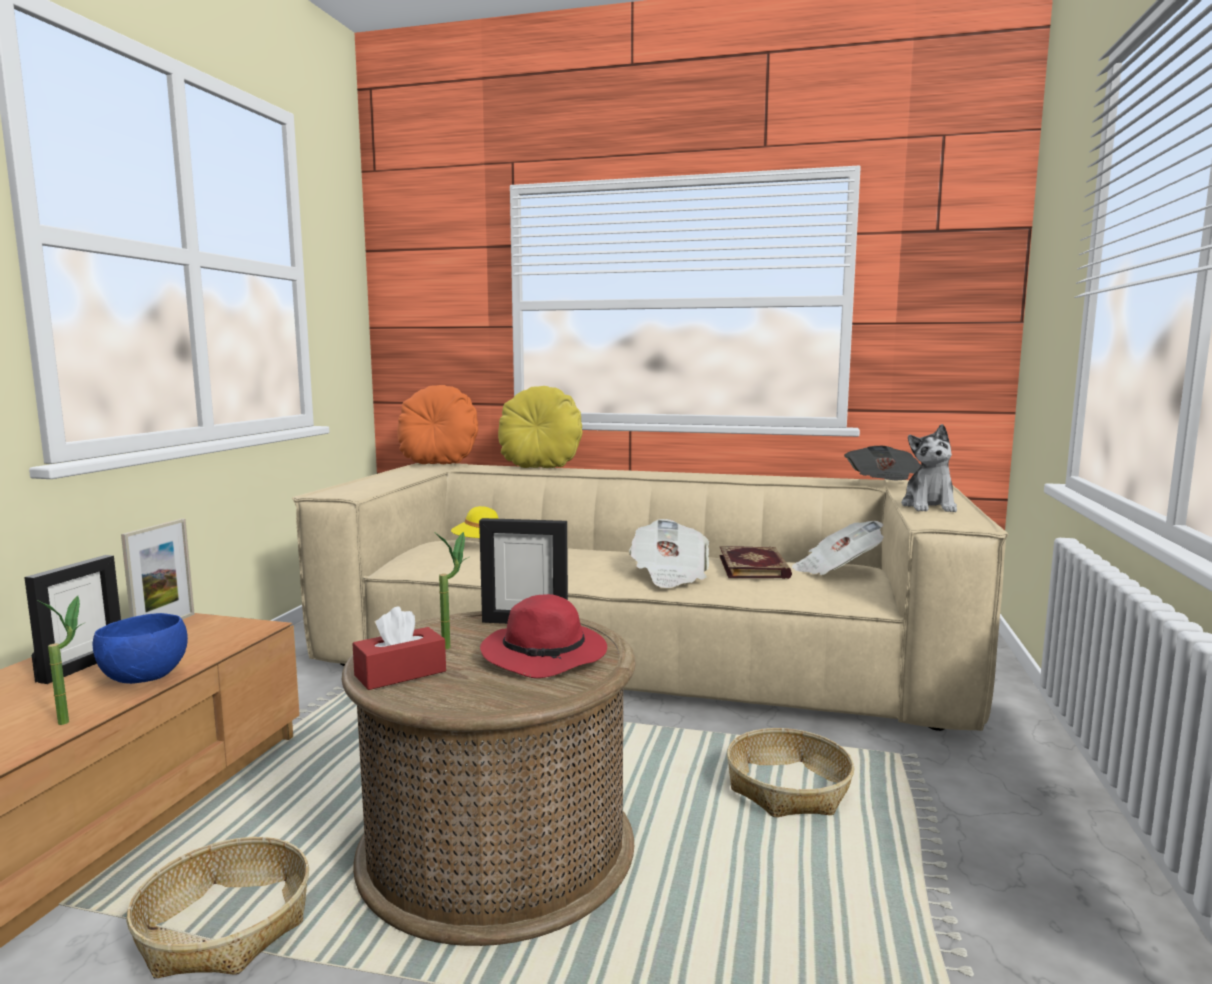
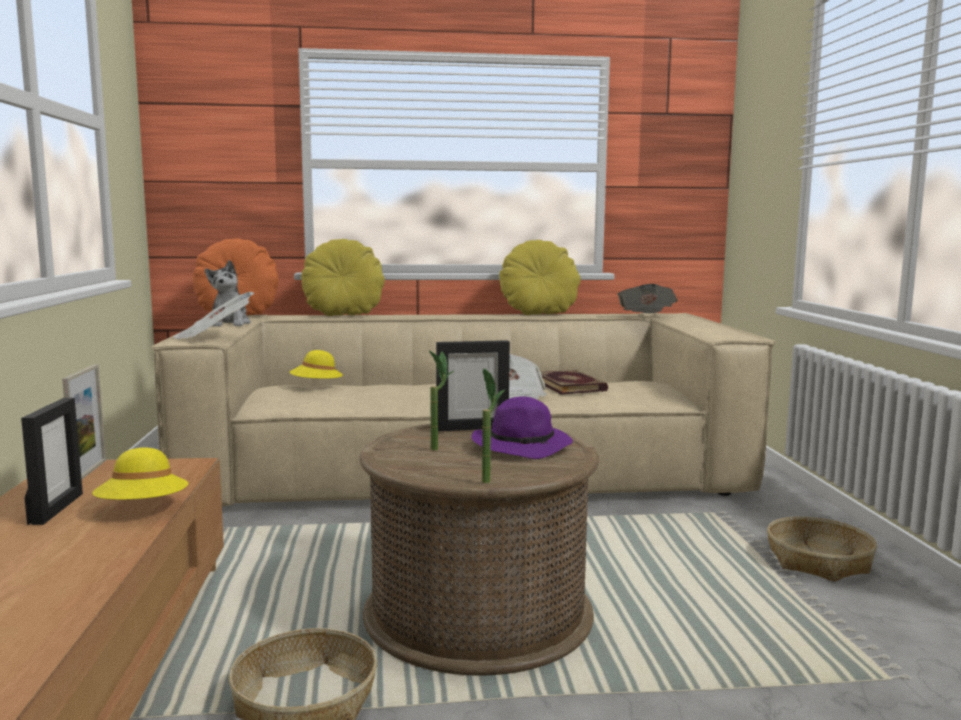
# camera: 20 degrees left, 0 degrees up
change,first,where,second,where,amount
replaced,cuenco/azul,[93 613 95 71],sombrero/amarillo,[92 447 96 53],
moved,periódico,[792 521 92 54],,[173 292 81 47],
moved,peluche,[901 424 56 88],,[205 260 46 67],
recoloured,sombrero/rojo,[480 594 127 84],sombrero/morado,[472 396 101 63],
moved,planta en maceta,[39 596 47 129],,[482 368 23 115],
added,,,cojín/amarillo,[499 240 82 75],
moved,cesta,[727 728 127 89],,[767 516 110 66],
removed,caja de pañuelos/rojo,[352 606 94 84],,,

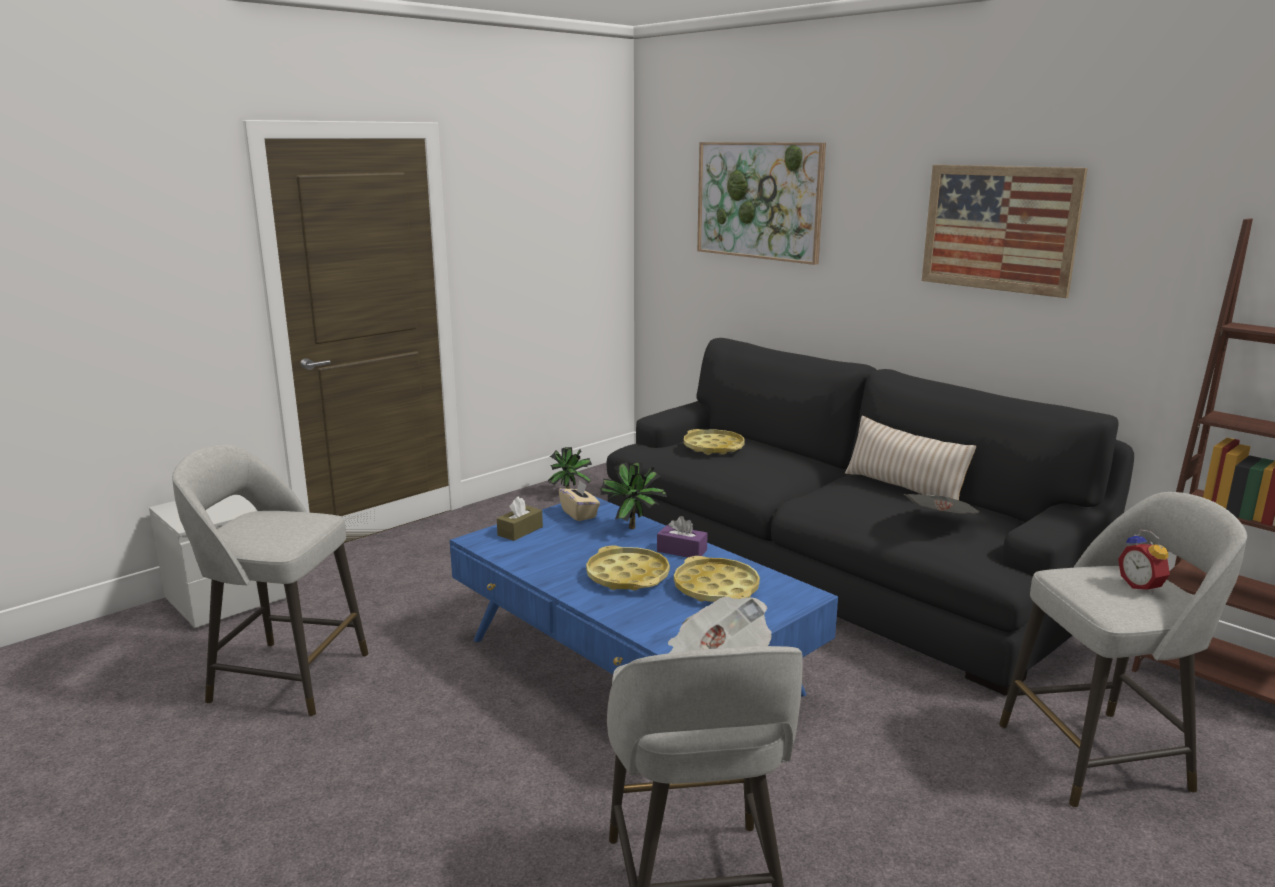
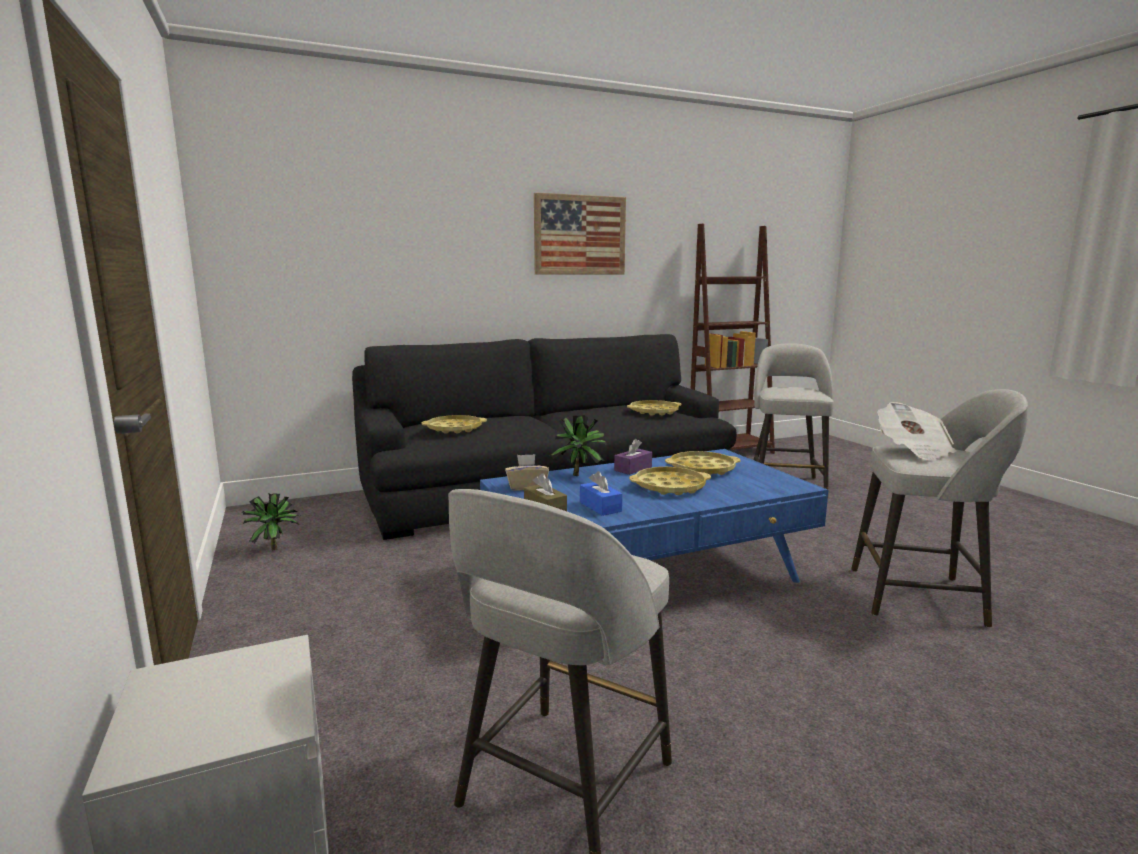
# camera: 70 degrees left, 5 degrees down
change,first,where,second,where,amount
added,,,caja de pañuelos/azul,[580 471 43 45],
replaced,periódico,[903 494 77 20],bandeja/amarillo,[627 400 54 16],
removed,cuadro,[697 142 129 123],,,
removed,cojín/beis,[845 416 131 84],,,
removed,despertador,[1118 530 52 64],,,

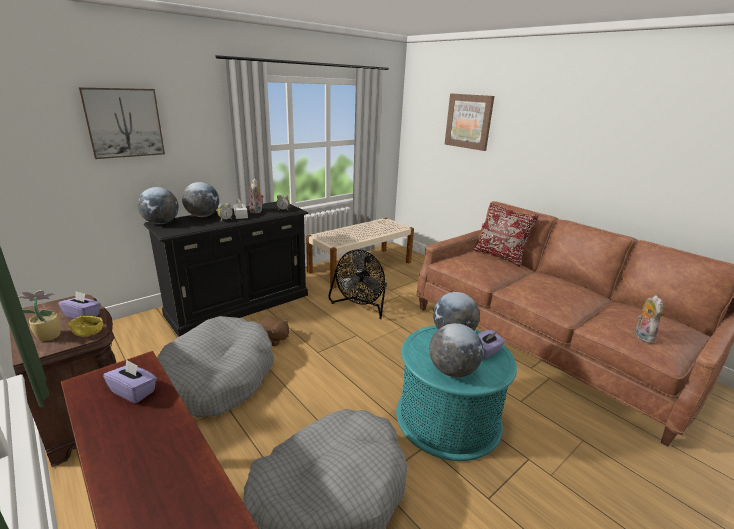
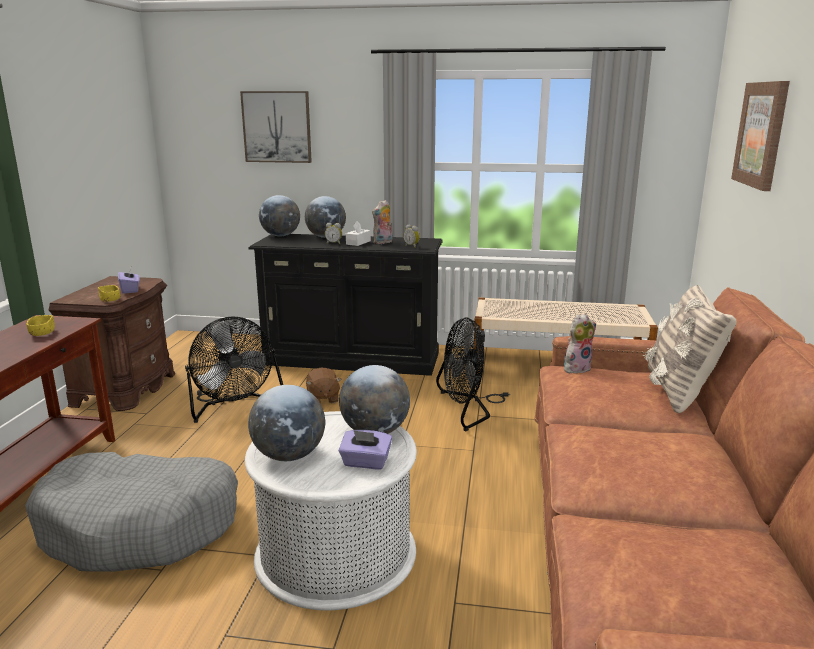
# camera: 50 degrees right, 5 degrees down
change,first,where,second,where,amount
replaced,caja de pañuelos/morado,[103 359 54 45],cuenco/amarillo,[26 315 29 21],
replaced,cama para perro/gris,[157 316 117 101],ventilador/negro,[185 317 98 106],
recoloured,mesa de centro/turquesa,[396 325 121 136],mesa de centro/blanco,[245 411 172 199],
moved,peluche,[635 295 28 48],,[564 314 32 59],
recoloured,cojín/rojo,[474 203 65 64],cojín/beis,[643 285 93 128],
removed,planta en maceta,[18 290 43 51],,,

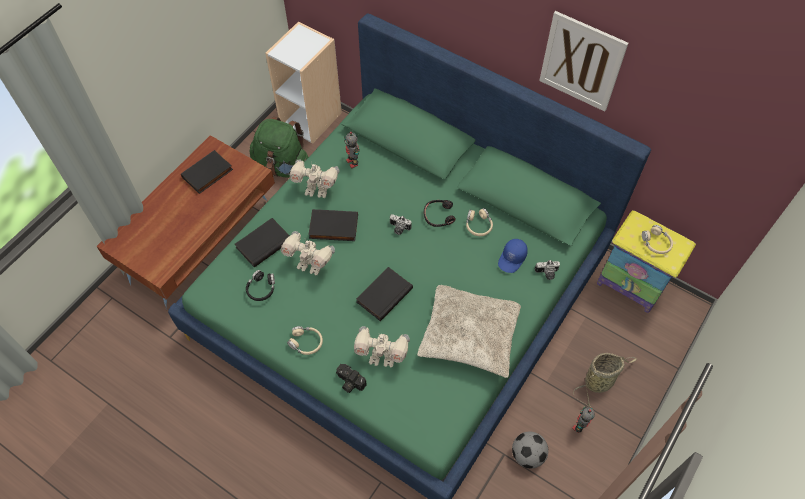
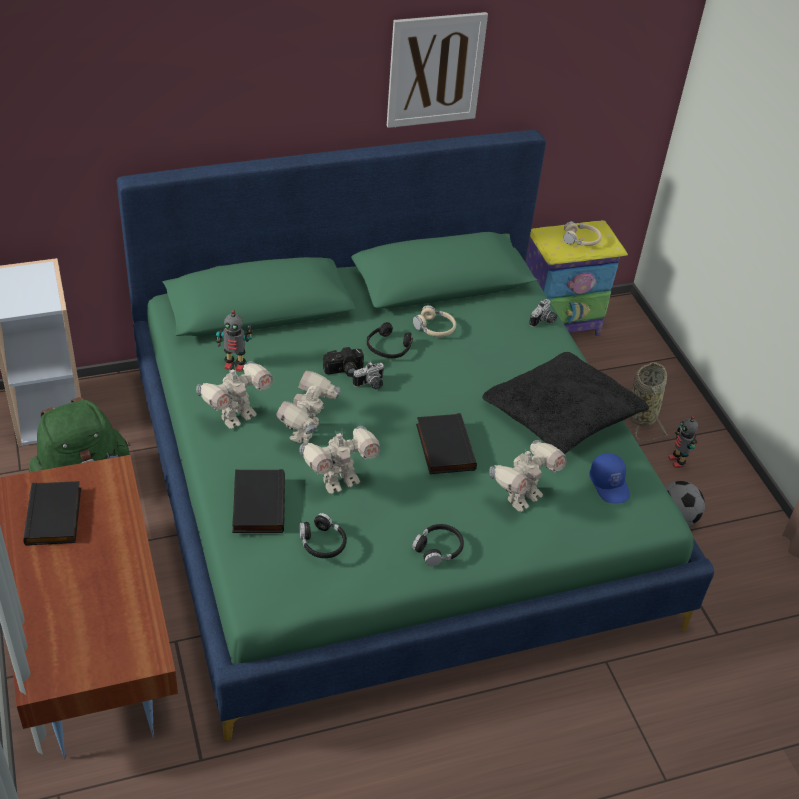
# camera: 55 degrees left, 15 degrees down
change,first,where,second,where,amount
replaced,libro/negro,[308 209 50 32],robot de juguete,[276 371 64 73],
moved,cámara,[336 364 31 29],,[323 347 41 30],
recoloured,auriculares/beis,[287 326 36 29],auriculares/negro,[412 524 52 42],
recoloured,cojín/beis,[417 285 104 93],cojín/negro,[482 352 167 102],
moved,gorra/azul,[498 239 30 34],,[590 453 40 51],

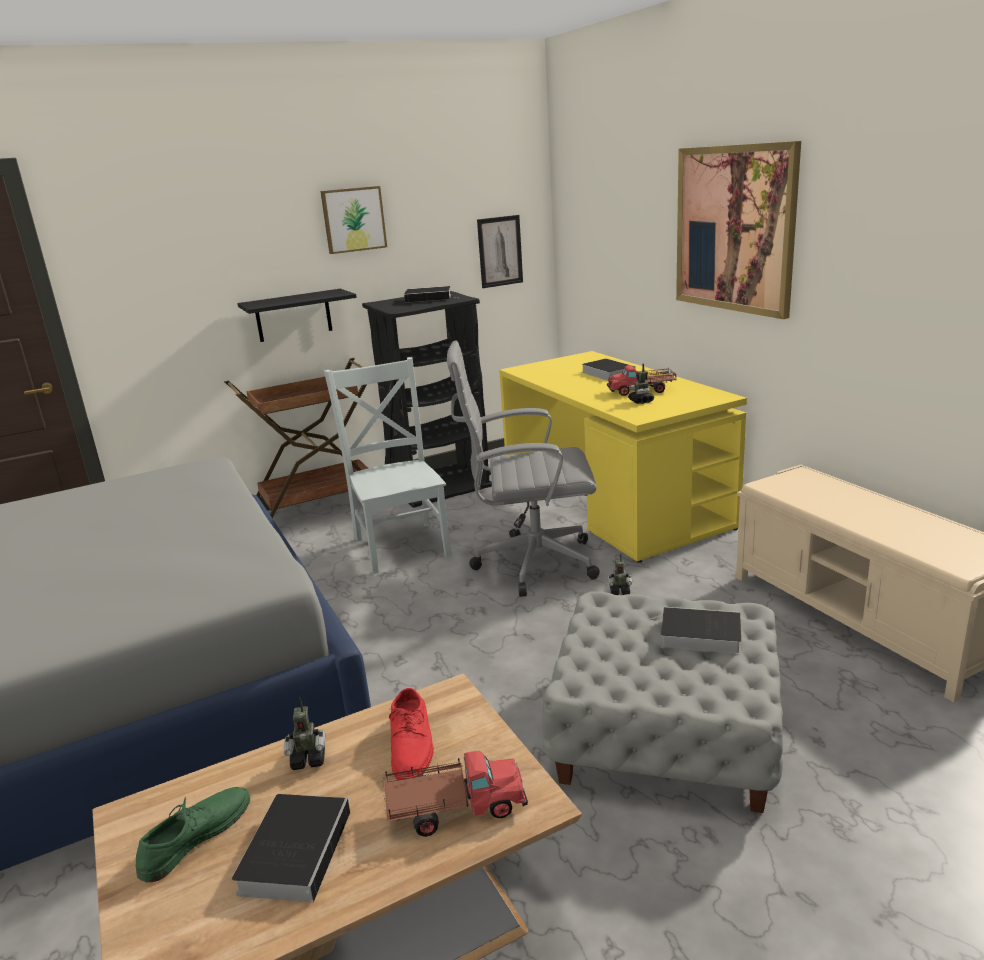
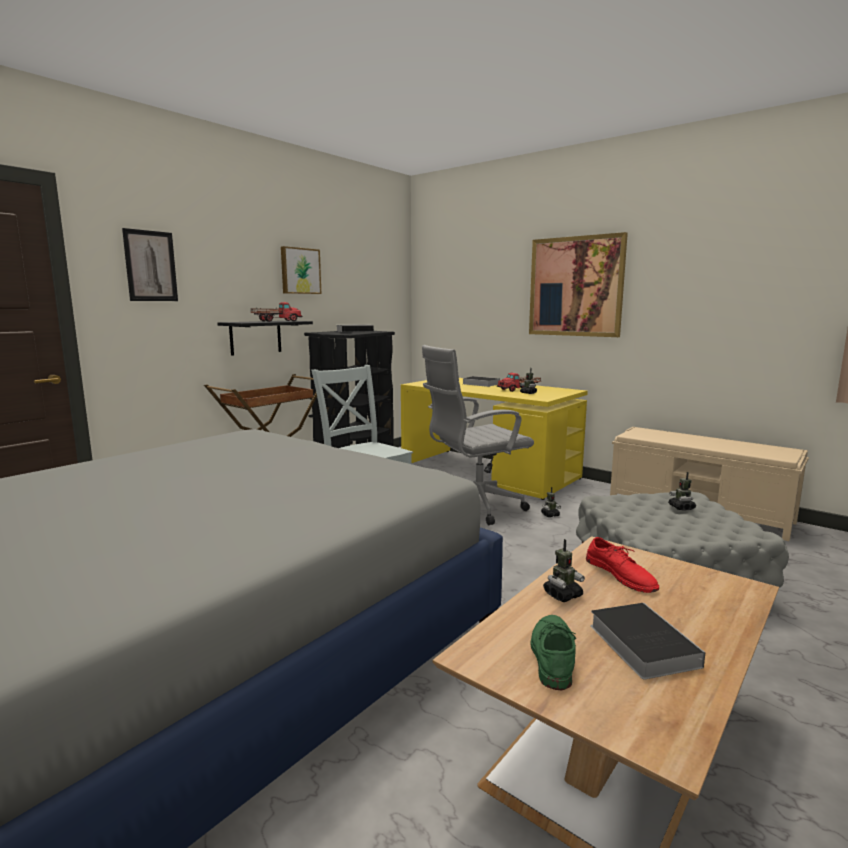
# camera: 25 degrees left, 10 degrees down
change,first,where,second,where,amount
moved,cuadro,[477 215 46 73],,[122 228 56 73],
moved,camión de juguete,[382 750 146 87],,[250 302 52 20],
replaced,libro,[649 607 92 47],robot de juguete,[668 472 28 39],

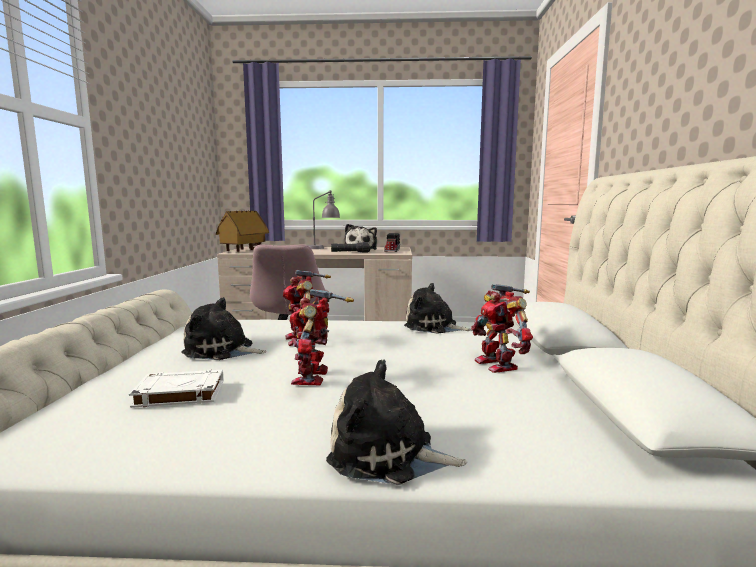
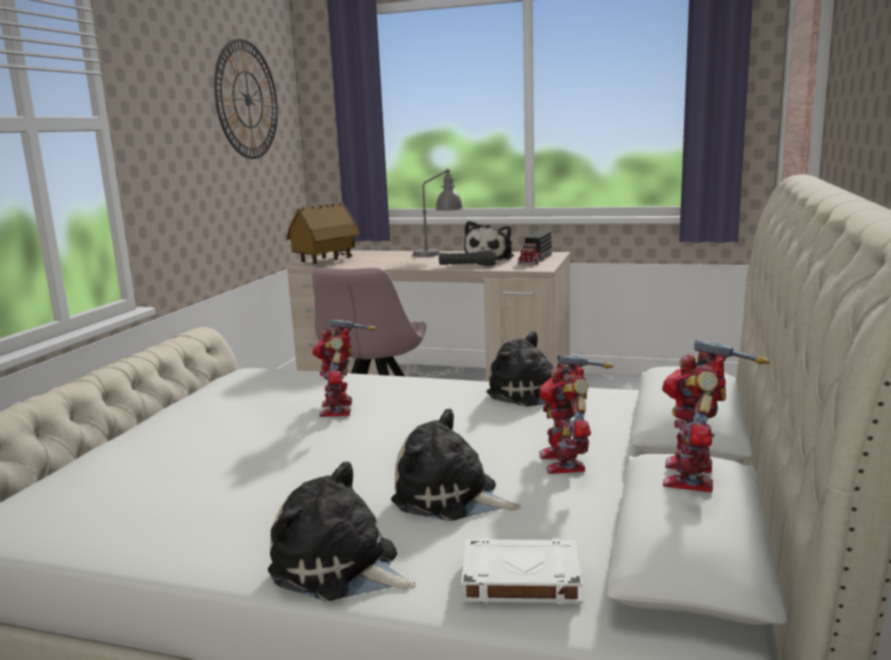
# camera: 15 degrees right, 5 degrees up
change,first,where,second,where,amount
added,,,reloj de pared,[214 38 64 121],
moved,peluche,[182 297 84 63],,[391 409 130 112],
moved,libro/blanco,[129 369 94 39],,[461 538 122 66],
moved,robot de juguete,[290 289 64 97],,[662 340 108 152],

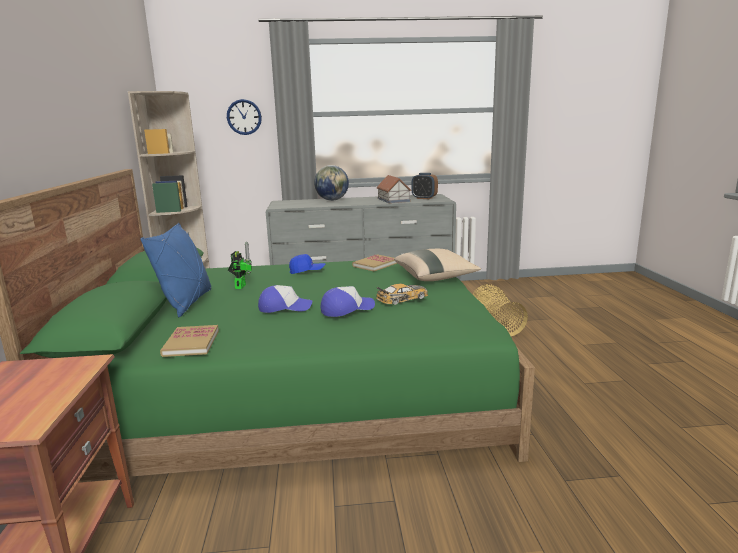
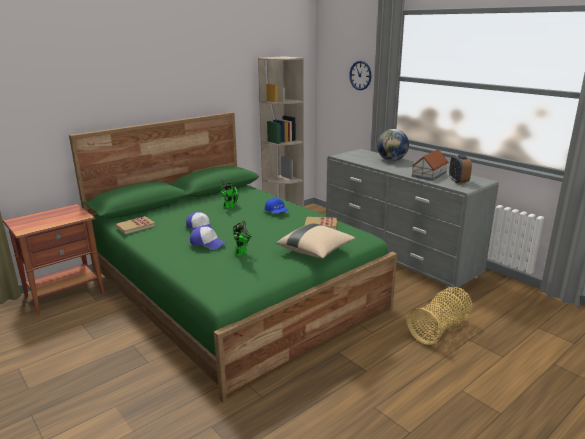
# camera: 55 degrees right, 5 degrees up
change,first,where,second,where,amount
replaced,coche de juguete,[376 284 52 21],robot de juguete,[233 220 19 36],
removed,cojín/azul,[140 223 71 94],,,

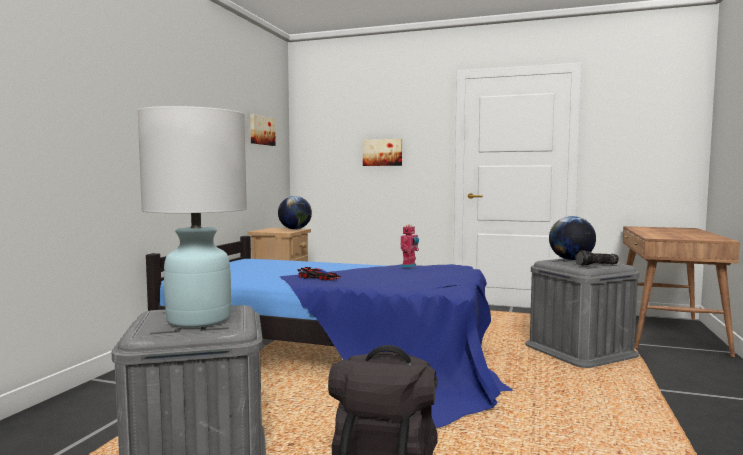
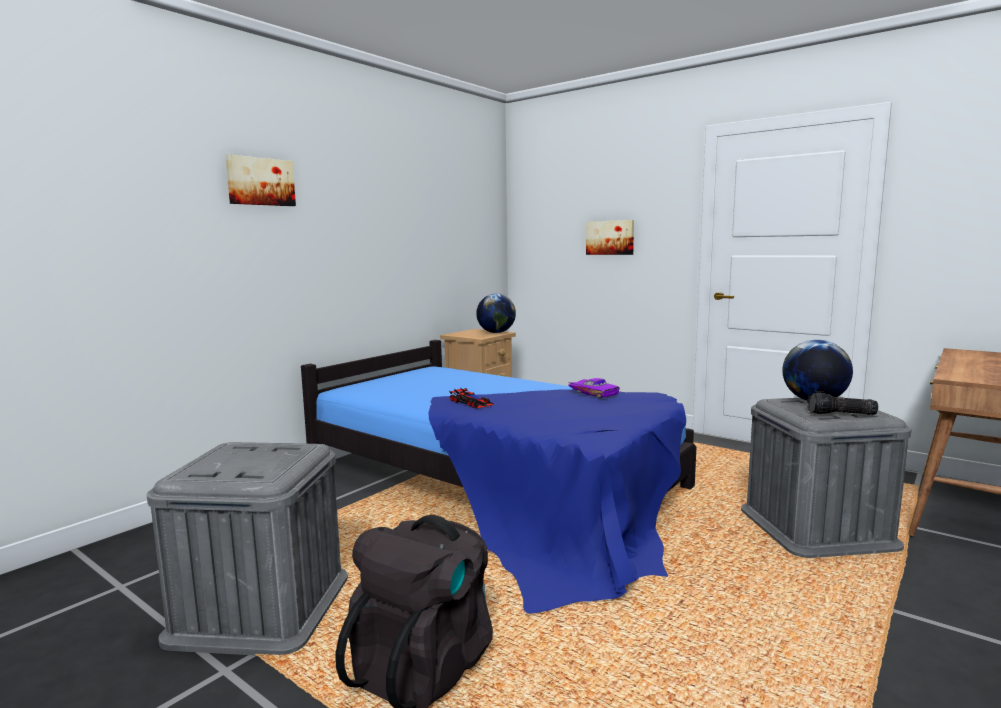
# camera: 20 degrees right, 5 degrees up
change,first,where,second,where,amount
moved,cuadro,[250 114 26 32],,[225 154 71 52],
replaced,robot de juguete,[400 224 19 44],coche de juguete/morado,[568 378 52 20],
removed,lámpara de mesa/blanco,[137 106 110 221],,,

